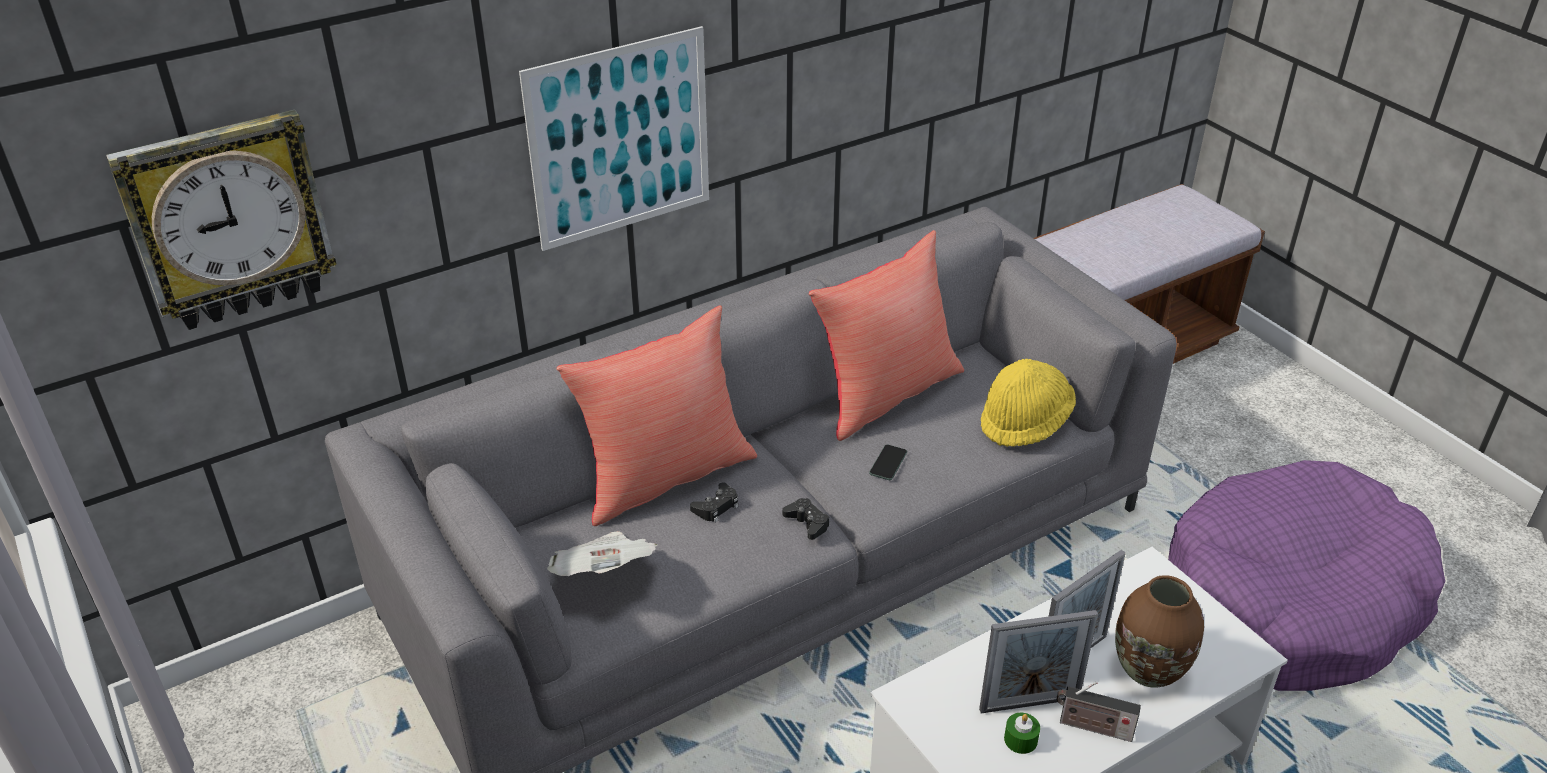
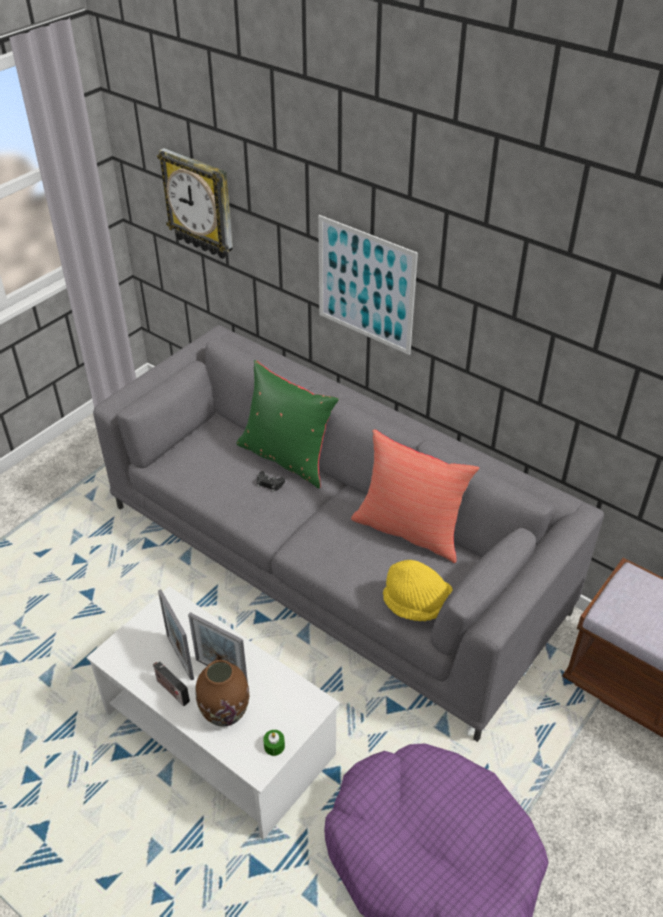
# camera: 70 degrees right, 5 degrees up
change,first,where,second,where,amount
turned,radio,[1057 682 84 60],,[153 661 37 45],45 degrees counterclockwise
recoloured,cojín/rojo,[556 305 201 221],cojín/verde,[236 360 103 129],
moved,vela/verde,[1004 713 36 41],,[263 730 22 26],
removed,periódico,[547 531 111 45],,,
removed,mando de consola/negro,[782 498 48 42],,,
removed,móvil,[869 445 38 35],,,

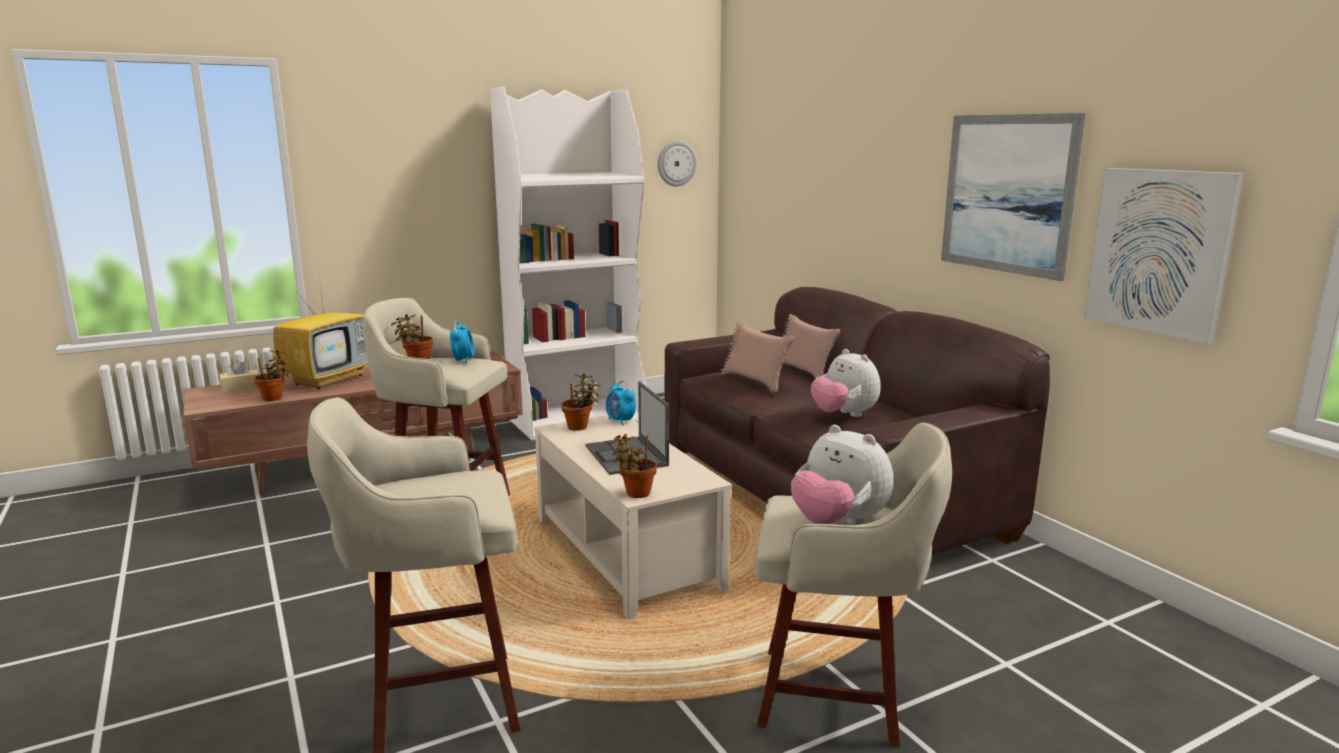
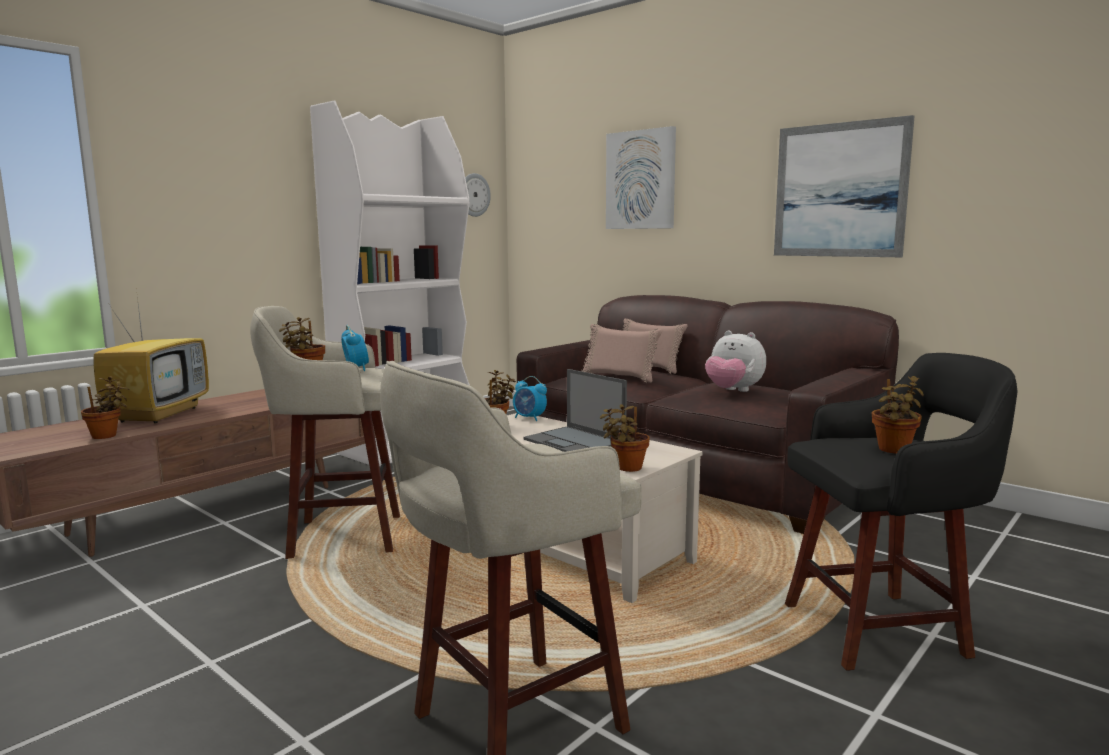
# camera: 20 degrees left, 5 degrees down
change,first,where,second,where,amount
moved,cuadro,[1084 168 160 176],,[606 126 70 103],
recoloured,taburete/beis,[755 422 197 324],taburete/negro,[785 353 233 318],
replaced,peluche,[791 425 102 100],planta en maceta,[871 376 53 78],
removed,caja de pañuelos/beis,[219 360 40 33],,,

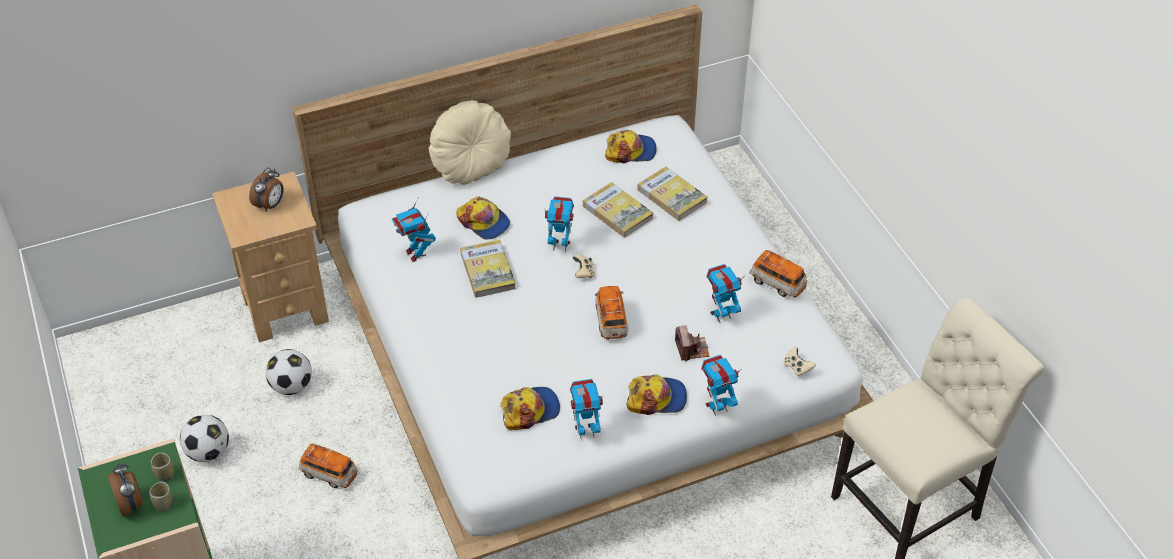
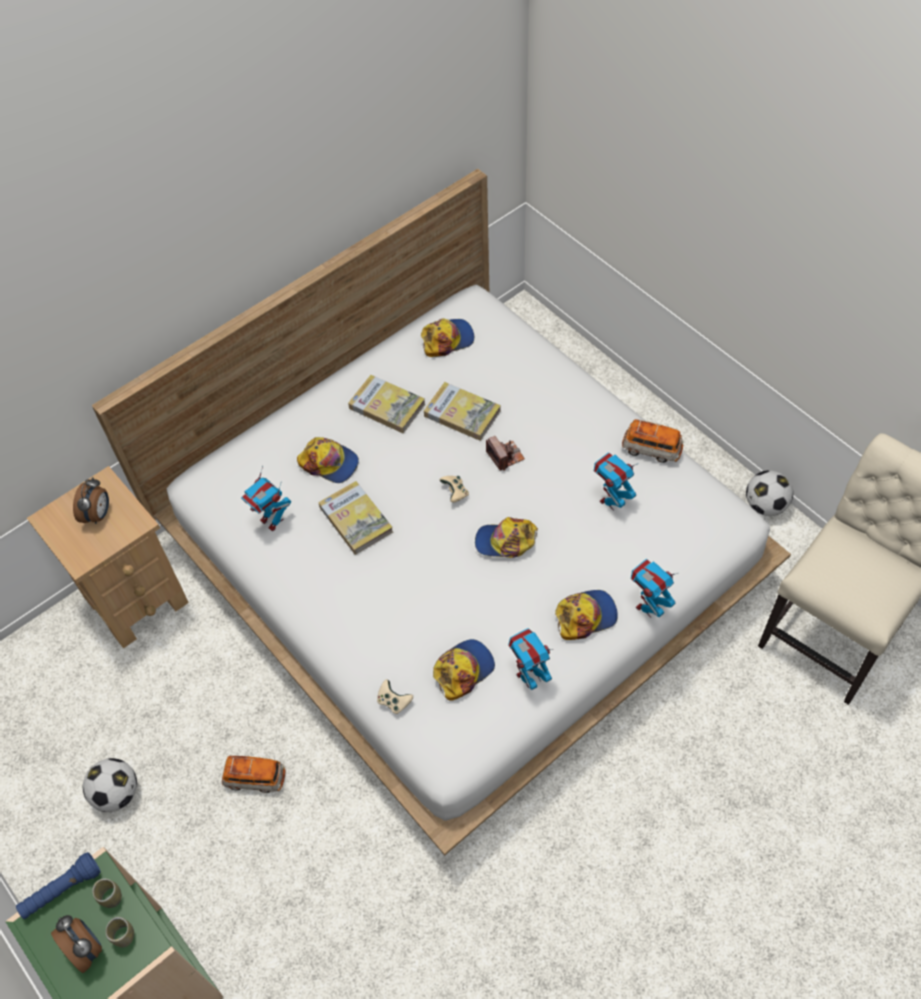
# camera: 15 degrees left, 10 degrees up
change,first,where,second,where,amount
added,,,linterna/azul,[16 852 85 67],
moved,libro,[637 166 70 55],,[348 375 77 58],
moved,mando de consola/beis,[783 347 33 29],,[377 679 36 35],
replaced,coche de juguete,[595 286 33 54],gorra,[475 517 63 41],
moved,cámara,[675 325 34 36],,[486 436 39 35],
moved,balón de fútbol,[266 349 46 46],,[746 470 47 46],
removed,cojín/beis,[429 100 82 85],,,
removed,robot de juguete,[545 196 29 56],,,

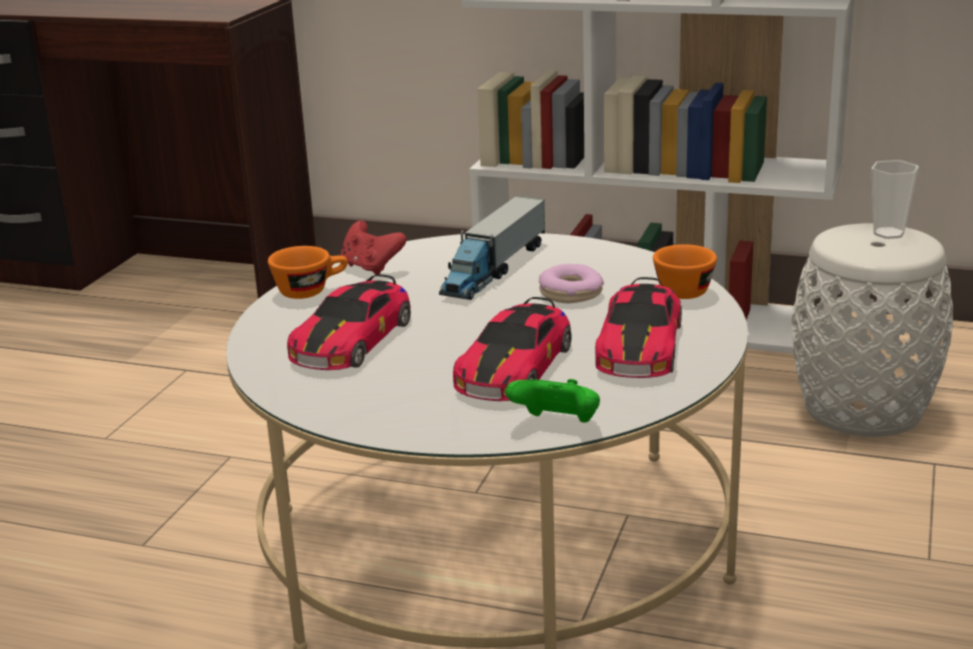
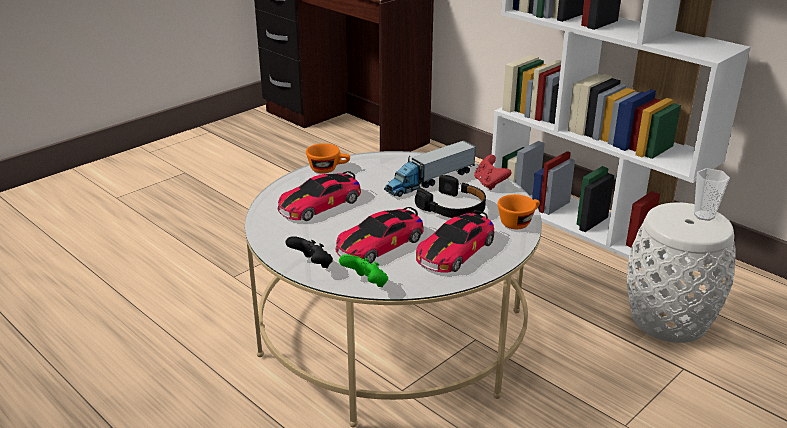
# camera: 25 degrees right, 5 degrees up
change,first,where,second,where,amount
added,,,mando de consola/negro,[285 236 48 32],
replaced,rosquilla,[539 264 65 39],auriculares/negro,[415 175 71 43],
moved,mando de consola/rojo,[341 221 65 54],,[474 155 37 35],

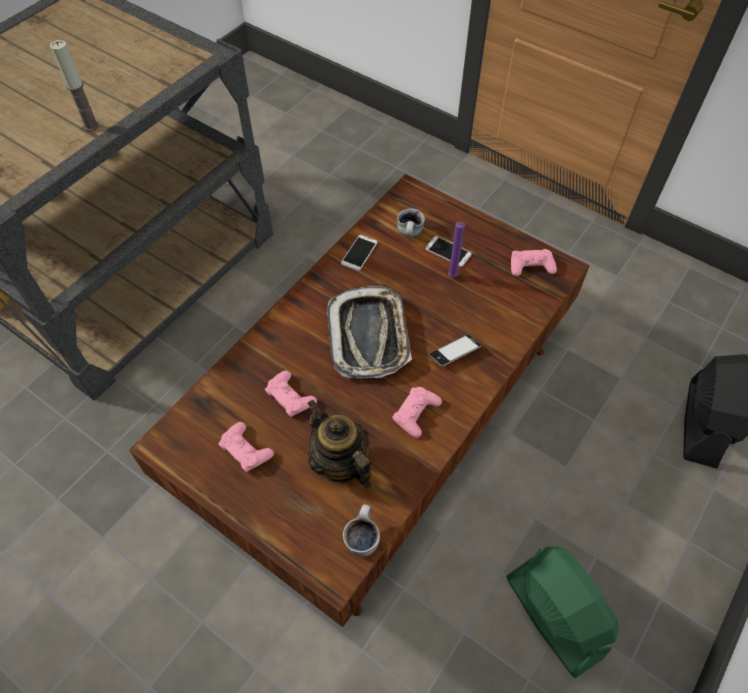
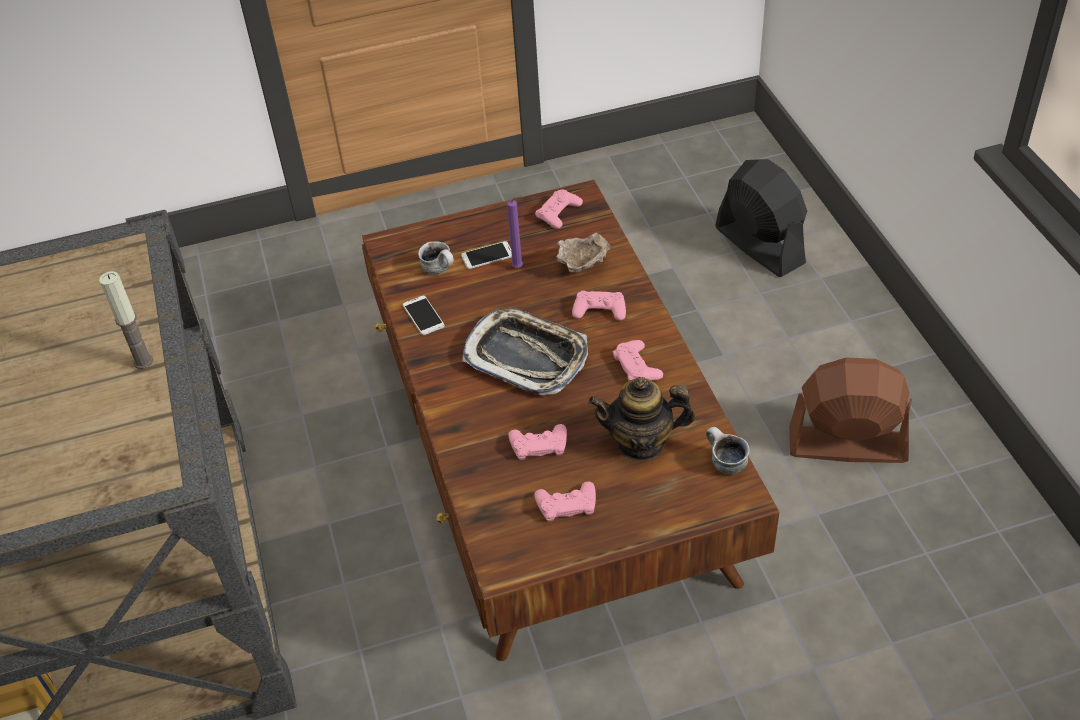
# camera: 50 degrees left, 10 degrees down
change,first,where,second,where,amount
added,,,cuenco/beis,[556 233 56 40],
replaced,móvil,[430 335 51 32],mando de consola/rosa,[572 291 54 29],
recoloured,ventilador/verde,[506 547 113 132],ventilador/marrón,[789 358 123 105],

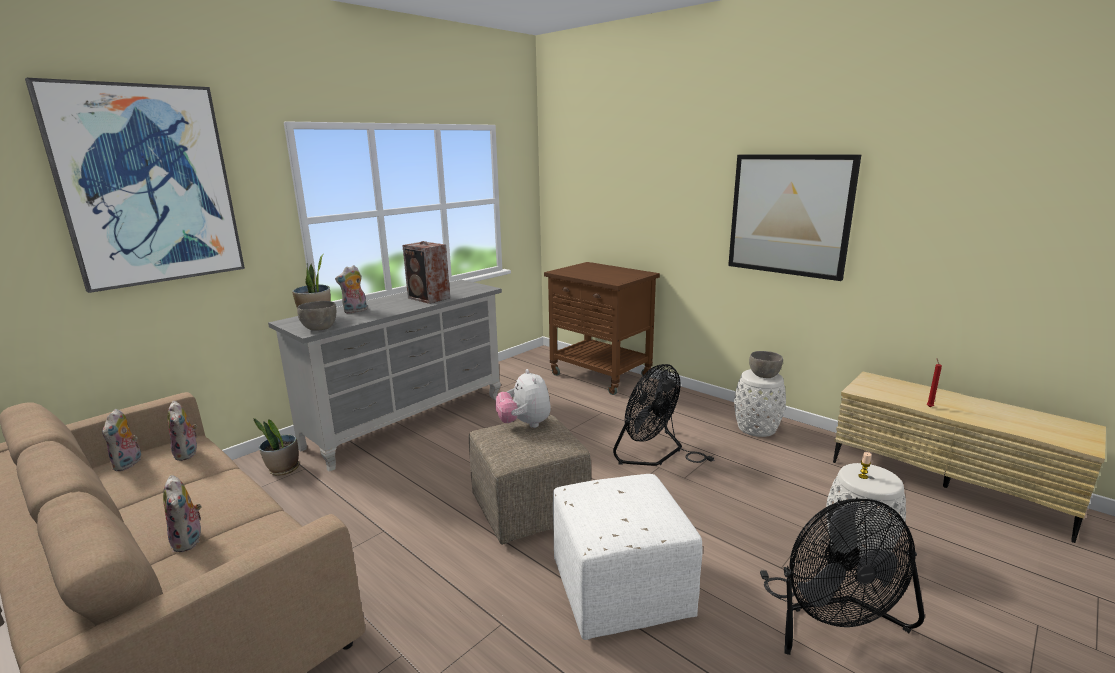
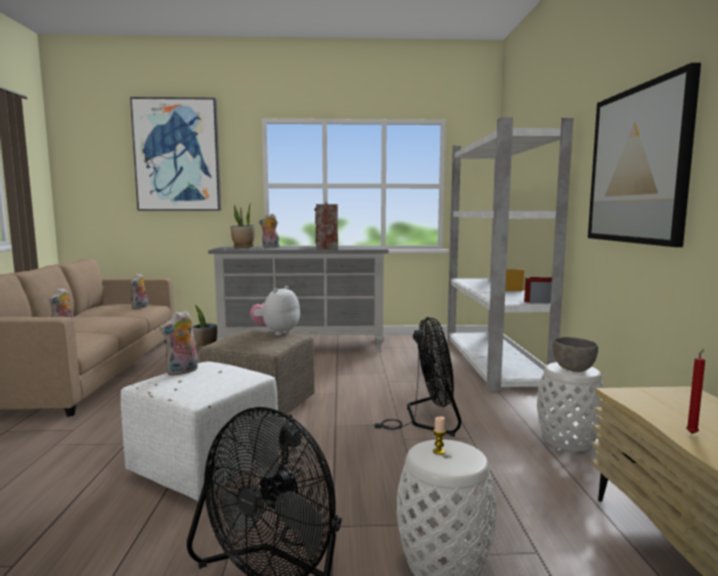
# camera: 45 degrees right, 10 degrees down
change,first,where,second,where,amount
moved,peluche,[102 409 39 62],,[160 310 38 66],
turned,ventilador/negro,[613 364 101 102],,[373 317 88 120],90 degrees clockwise
replaced,carrito/marrón,[544 262 116 133],estantería/blanco,[447 117 126 275],
removed,cuenco/gris,[297 301 39 30],,,

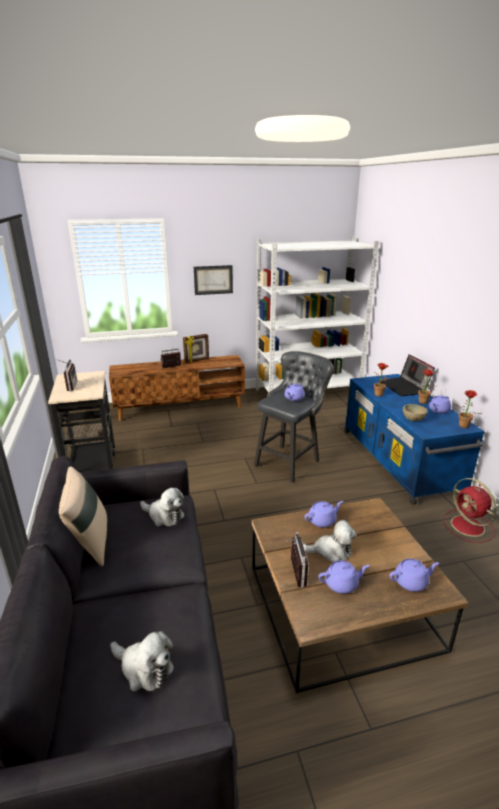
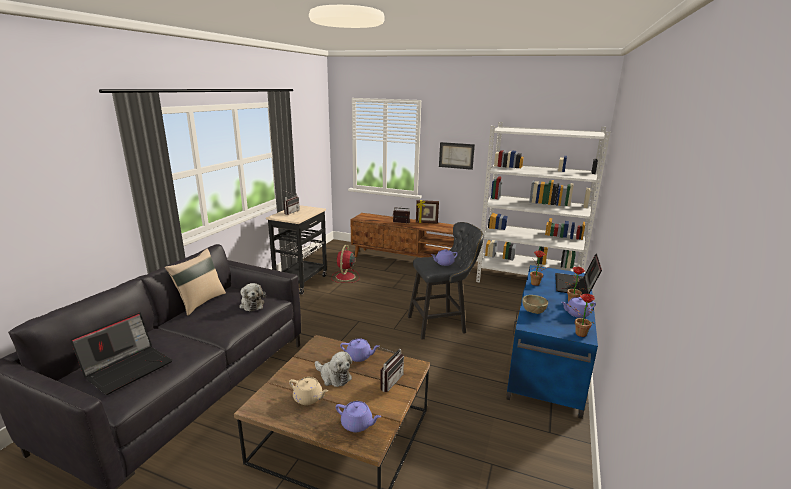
# camera: 35 degrees right, 5 degrees down
change,first,where,second,where,amount
replaced,peluche,[110 631 64 61],portátil,[70 312 103 83],
recoloured,tetera/morado,[318 560 52 34],tetera/beis,[289 377 39 28],
moved,ventilador/rojo,[443 478 54 65],,[331 245 28 38],
moved,radio,[285 532 24 56],,[379 347 25 45],

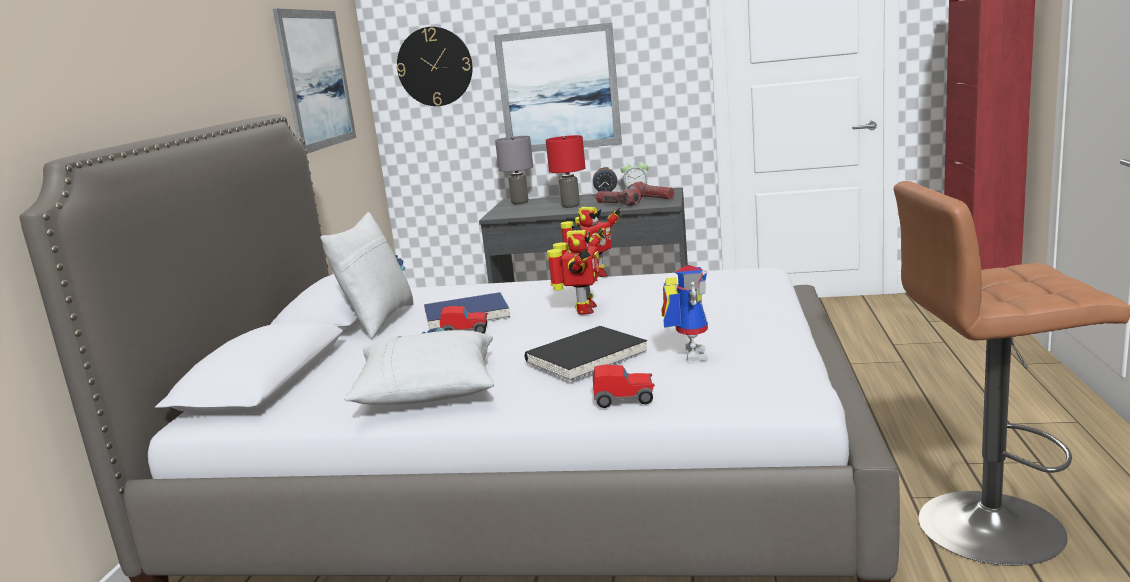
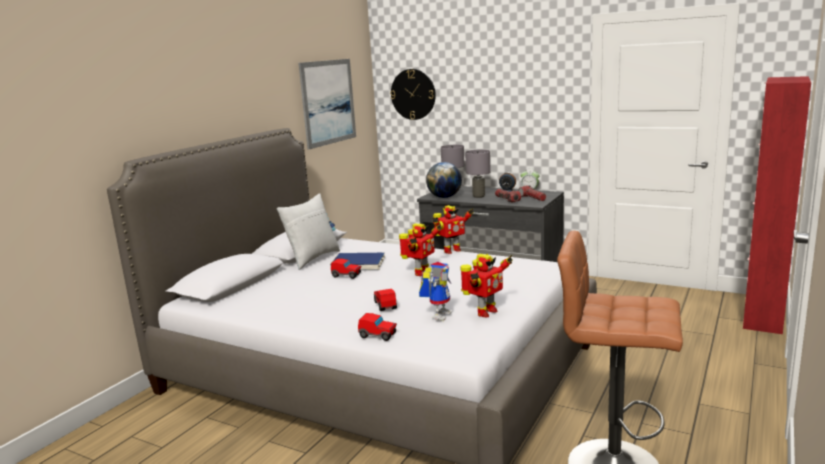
# camera: 20 degrees right, 0 degrees up
change,first,where,second,where,amount
replaced,libro/negro,[524 326 123 56],coche de juguete,[374 289 23 22],
added,,,globo terráqueo,[426 162 36 36],
added,,,robot de juguete,[460 254 53 63],
recoloured,lámpara de mesa/rojo,[546 135 39 73],lámpara de mesa/gris,[465 149 26 49],
removed,cojín/gris,[344 328 150 77],,,
removed,cuadro,[494 23 128 129],,,

